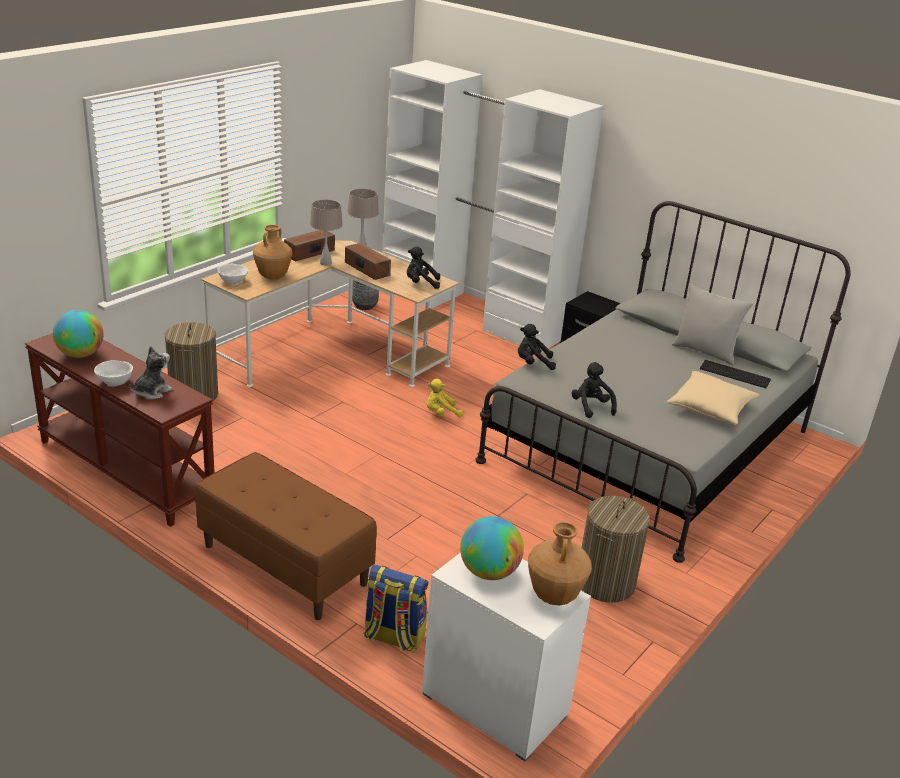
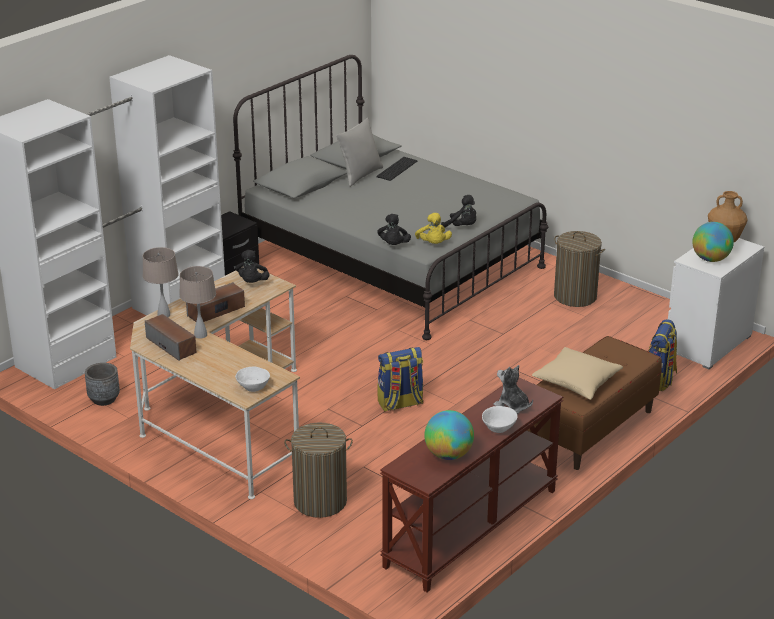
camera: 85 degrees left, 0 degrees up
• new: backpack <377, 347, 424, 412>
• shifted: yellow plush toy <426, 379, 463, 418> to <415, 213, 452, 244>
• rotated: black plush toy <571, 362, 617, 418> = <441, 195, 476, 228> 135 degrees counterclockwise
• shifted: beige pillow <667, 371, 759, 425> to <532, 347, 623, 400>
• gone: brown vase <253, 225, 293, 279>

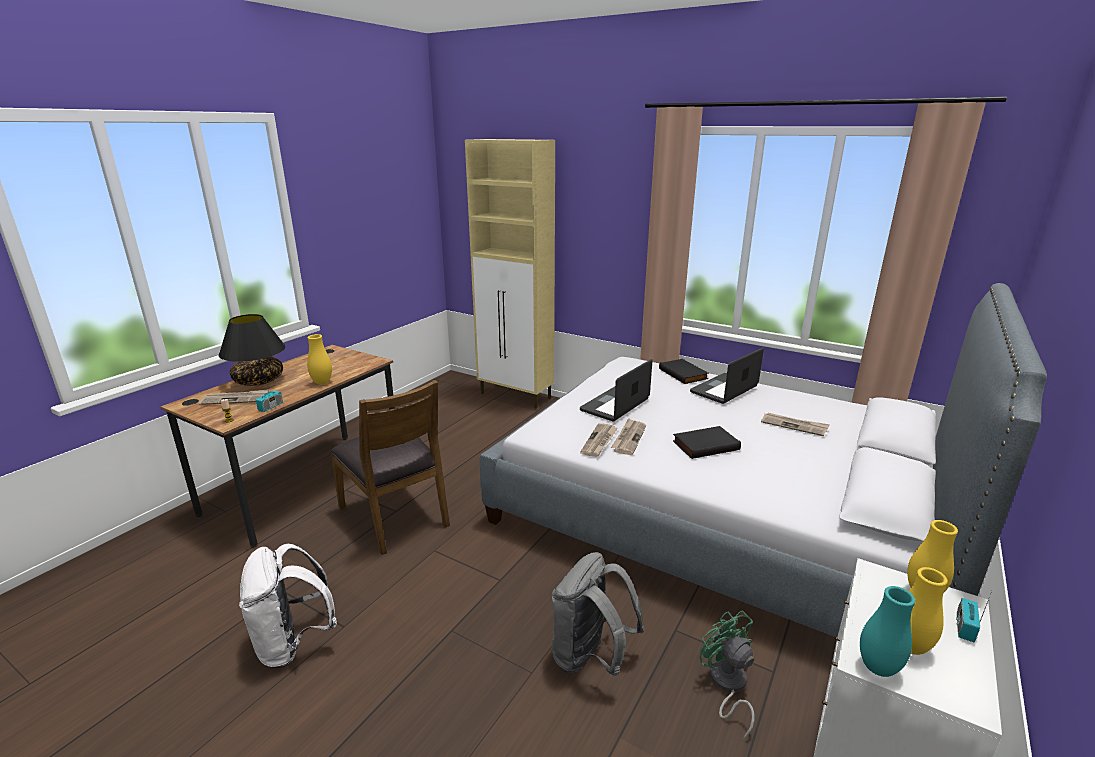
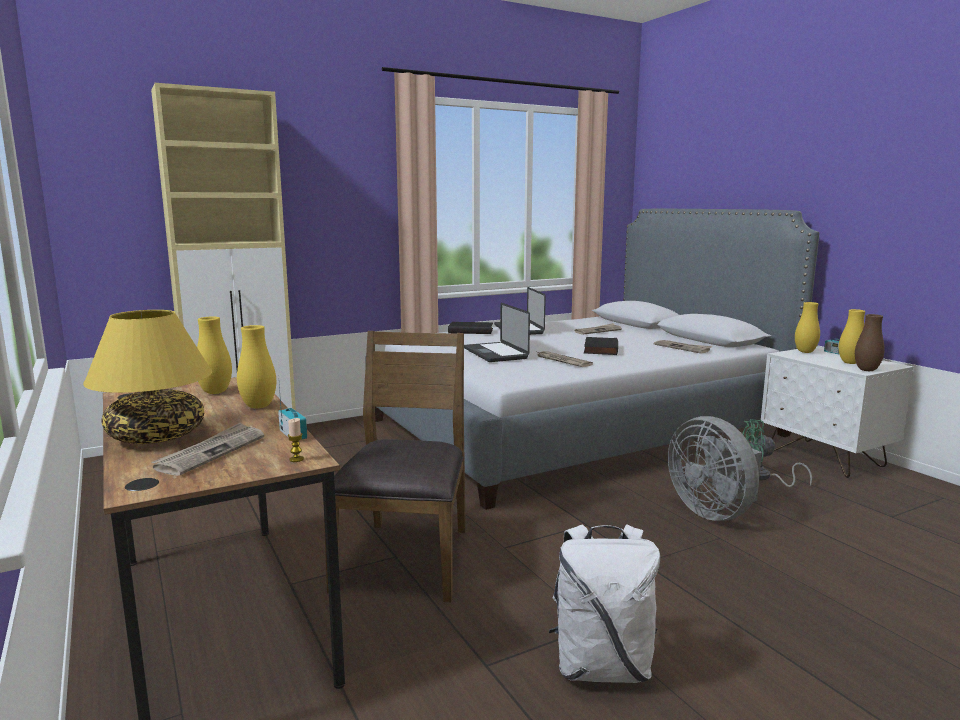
camera: 60 degrees left, 10 degrees down
• repainted: black table lamp <219, 314, 286, 386> to yellow table lamp <83, 310, 212, 444>
• new: yellow vase <197, 317, 232, 394>
• rotated: brown chair <330, 380, 450, 555> = <322, 331, 466, 602> 75 degrees counterclockwise
• shifted: newspaper <580, 423, 618, 457> to <653, 340, 713, 354>
• swapped: grey backpack <552, 552, 644, 676> to grey fan <668, 416, 762, 521>
• repainted: turquoise vase <860, 586, 915, 677> to brown vase <855, 314, 885, 371>

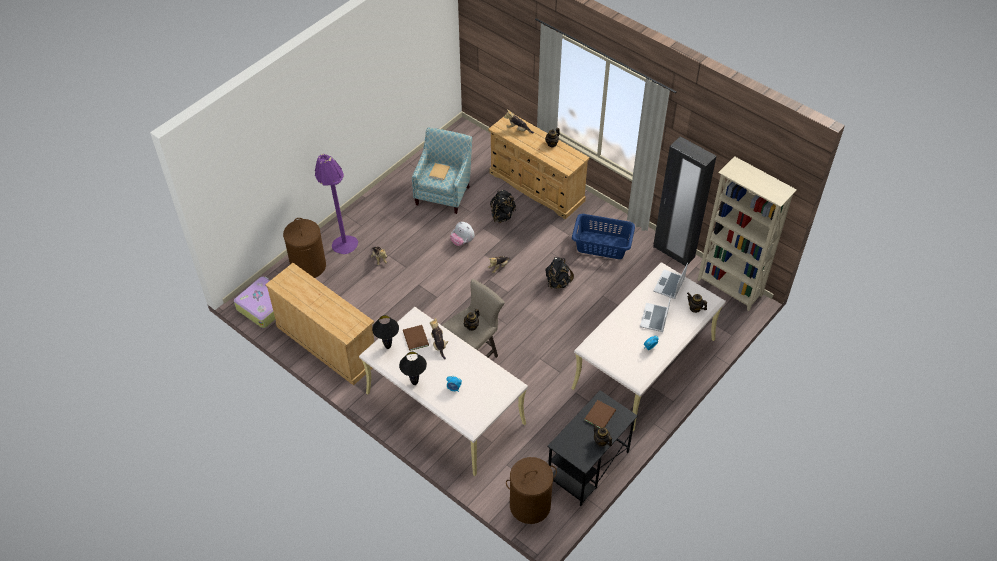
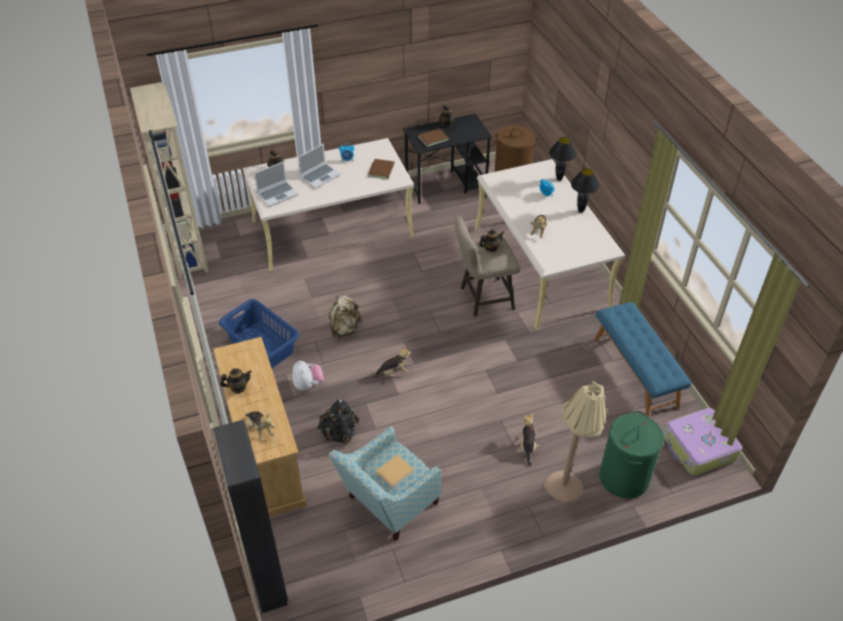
camera: 150 degrees left, 5 degrees down
• shifted: black wardrobe <653, 136, 717, 266> to <213, 420, 288, 613>
• shifted: plush toy <450, 222, 475, 246> to <292, 360, 324, 391>
• repainted: black backpack <545, 257, 574, 289> to beige backpack <328, 295, 361, 338>
• shifted: brown book <403, 325, 429, 351> to <368, 159, 395, 179>
• repainted: purple floor lamp <315, 154, 358, 254> to beige floor lamp <544, 381, 607, 502>
• shifted: black table lamp <372, 315, 399, 349> to <549, 137, 577, 181>
• swapped: beige dresser <265, 263, 374, 386> to blue bench <594, 302, 692, 417>
• repainted: brown laundry basket <283, 218, 326, 278> to green laundry basket <600, 411, 664, 498>

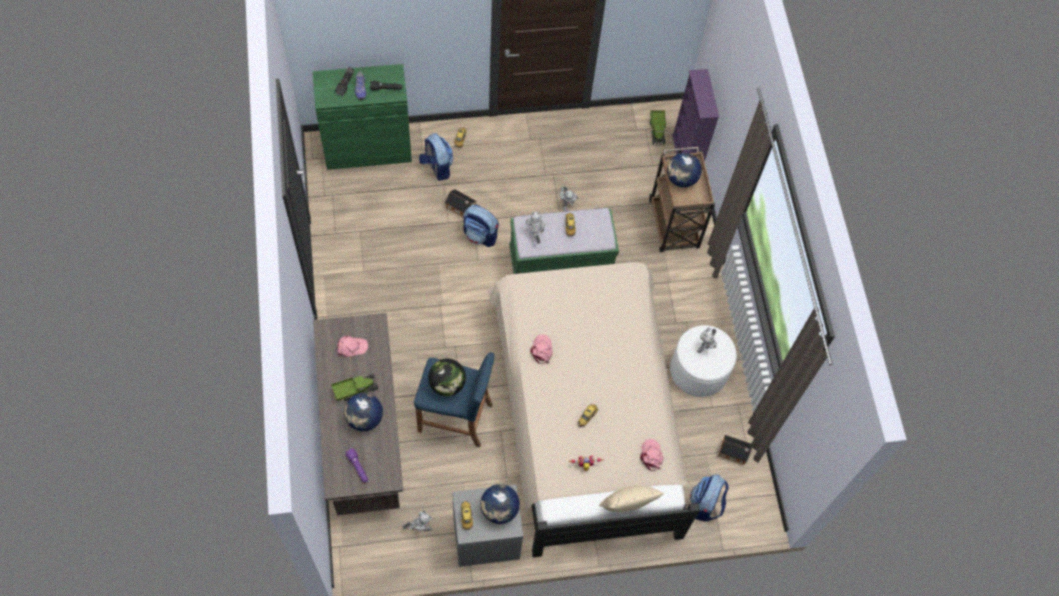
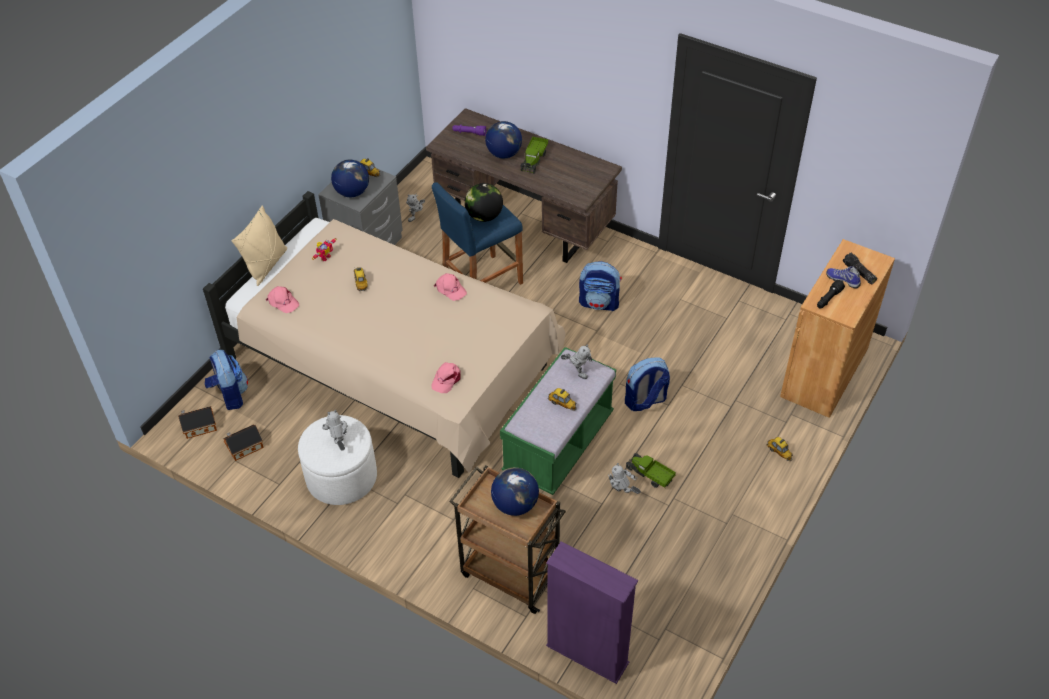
camera: 135 degrees right, 15 degrees down
• shifted: toy house <445, 189, 477, 217> to <178, 406, 217, 439>
• shifted: pink cap <336, 336, 368, 357> to <431, 362, 461, 393>
• shifted: backpack <419, 133, 454, 181> to <579, 261, 622, 311>
• shifted: toy truck <650, 110, 666, 145> to <625, 453, 676, 488>
• repainted: green cabinet <313, 64, 412, 170> to brown cabinet <780, 239, 895, 418>

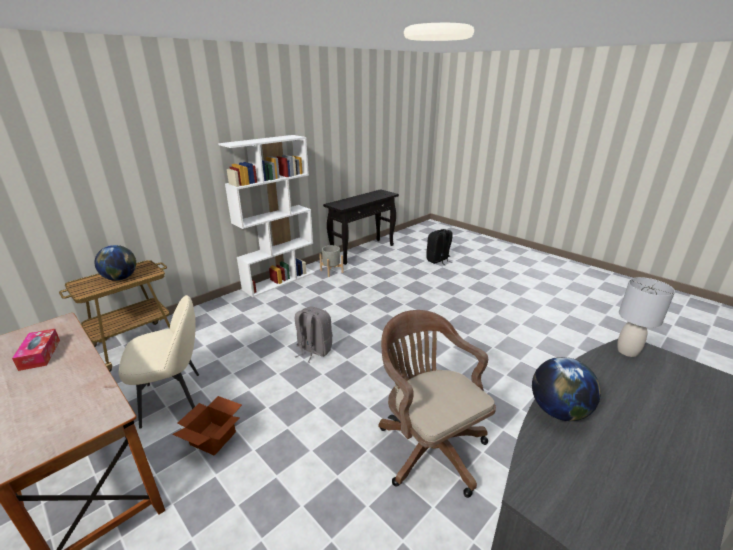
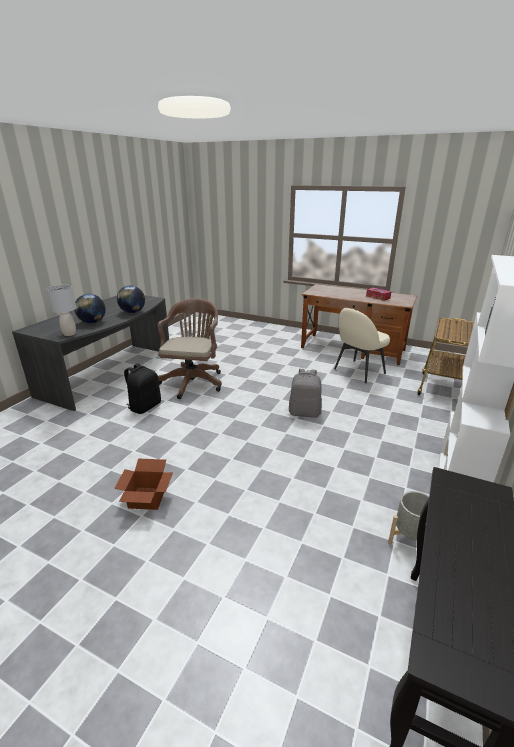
camera: 160 degrees right, 0 degrees up
• shifted: globe <95, 245, 136, 281> to <74, 294, 106, 323>
• shifted: cardboard box <172, 396, 242, 456> to <114, 458, 173, 510>
• shifted: black backpack <426, 229, 453, 265> to <124, 364, 161, 414>
• rotated: brown office chair <379, 310, 496, 498> = <158, 298, 222, 399> 120 degrees counterclockwise

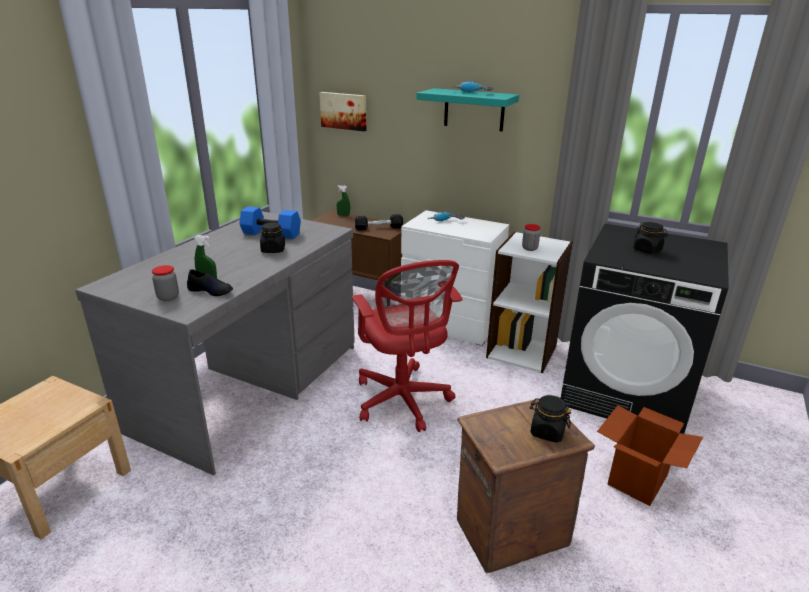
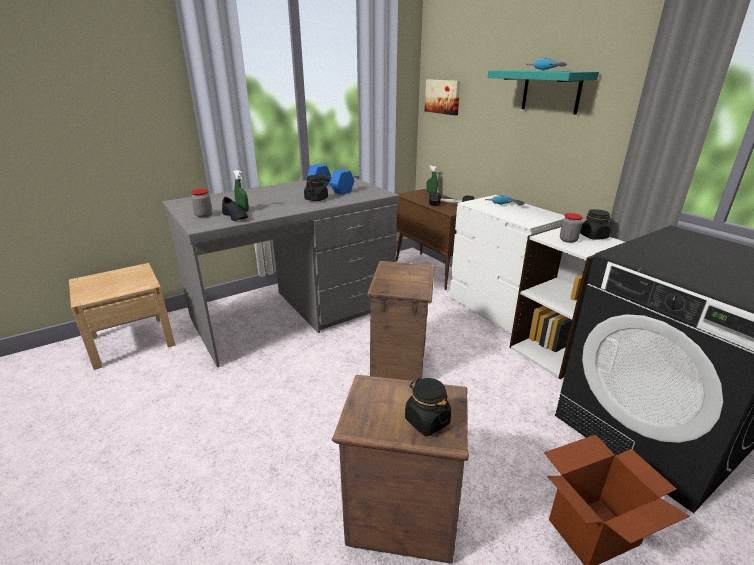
camera: 30 degrees right, 0 degrees up
• swapped: red office chair <352, 260, 463, 432> to crate <367, 261, 435, 381>
• shifted: black jar <633, 222, 668, 254> to <580, 209, 611, 240>

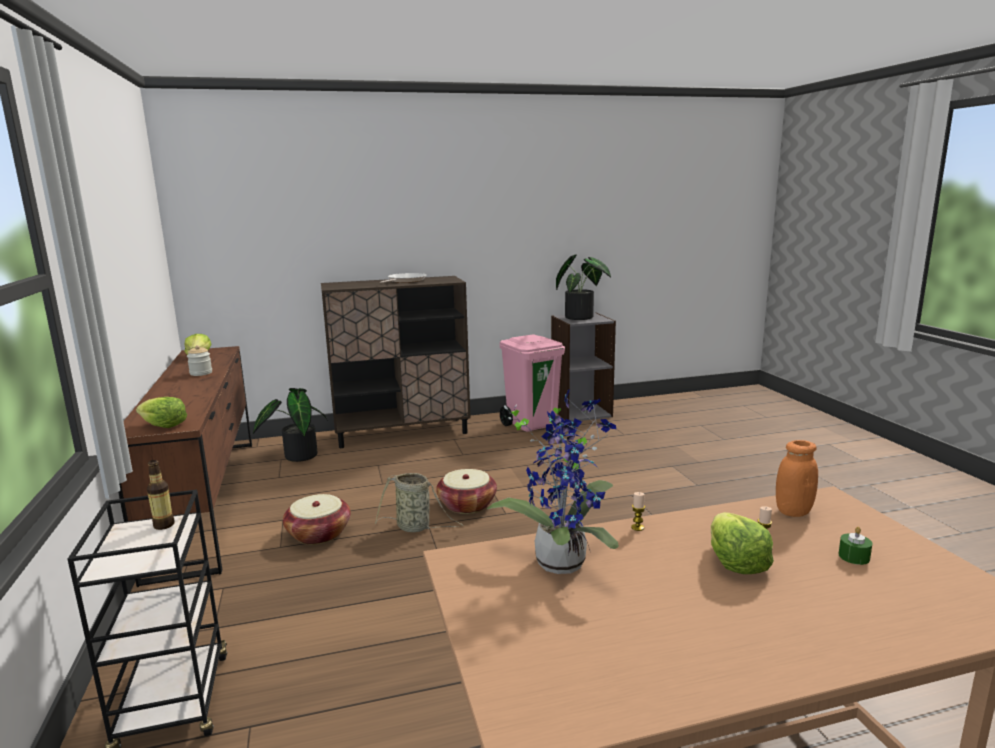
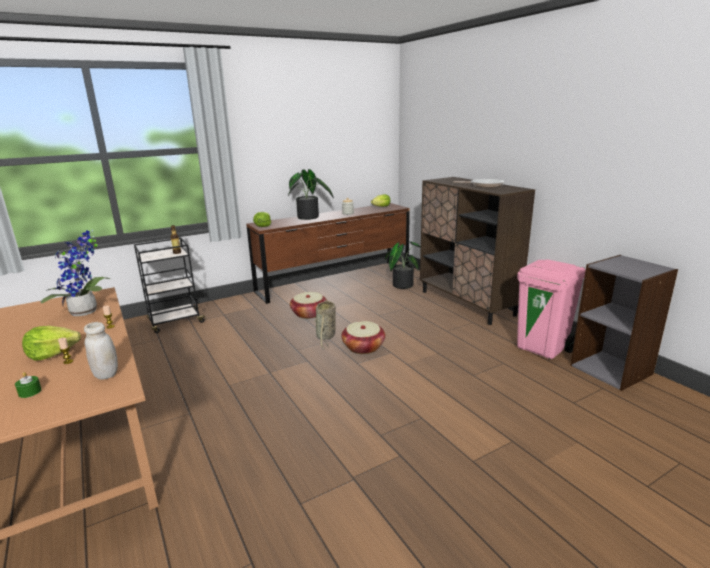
camera: 75 degrees right, 5 degrees up
• repainted: orange jar <776, 440, 818, 517> to white jar <84, 322, 118, 379>
• shifted: potted plant <556, 254, 611, 320> to <288, 169, 334, 220>

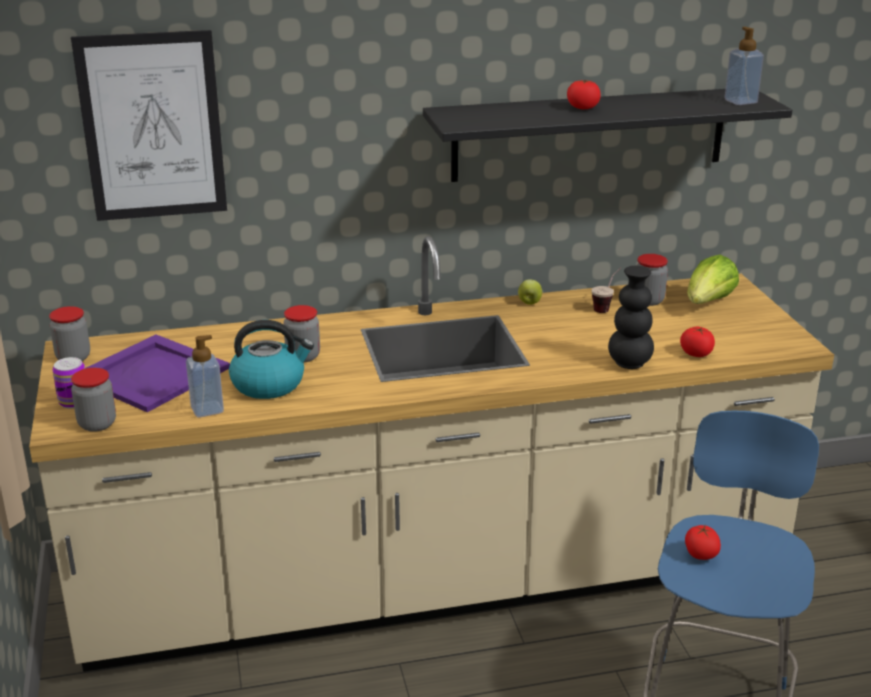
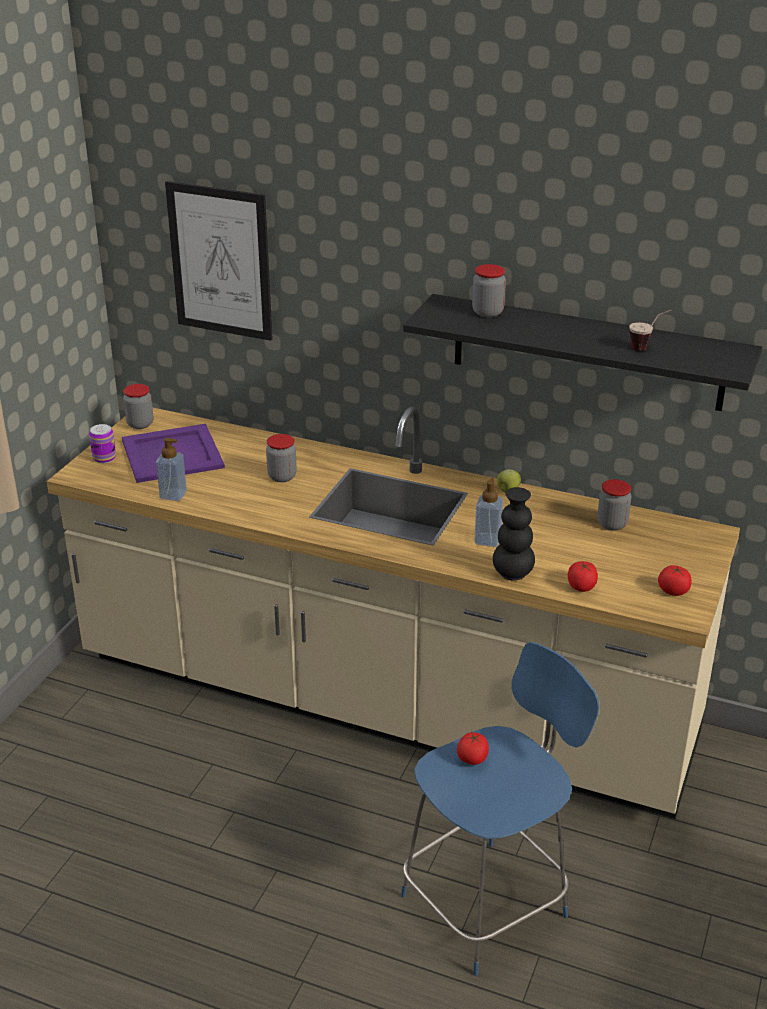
camera: 35 degrees right, 5 degrees up
• shifted: jar <71, 368, 116, 432> to <472, 264, 506, 317>
• shifted: soap dispenser <724, 27, 764, 105> to <474, 478, 503, 547>
• shifted: cup <591, 268, 621, 313> to <629, 309, 672, 351>
• shifted: tomato <567, 80, 601, 109> to <658, 565, 692, 596>
• gone: kettle <229, 320, 314, 399>
• gone: lettuce <687, 255, 739, 304>

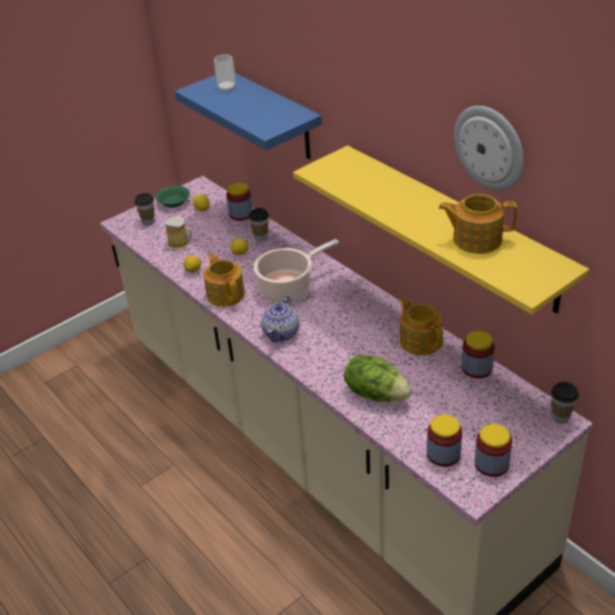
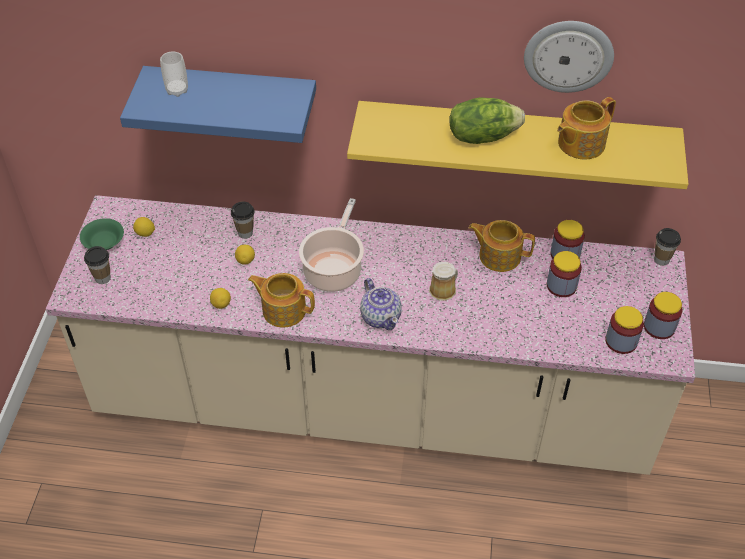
camera: 45 degrees left, 10 degrees up
• shifted: mug <165, 217, 192, 250> to <429, 262, 458, 301>
• shifted: lettuce <344, 355, 412, 402> to <449, 97, 525, 144>
• shifted: jar <226, 183, 253, 221> to <547, 251, 582, 297>

